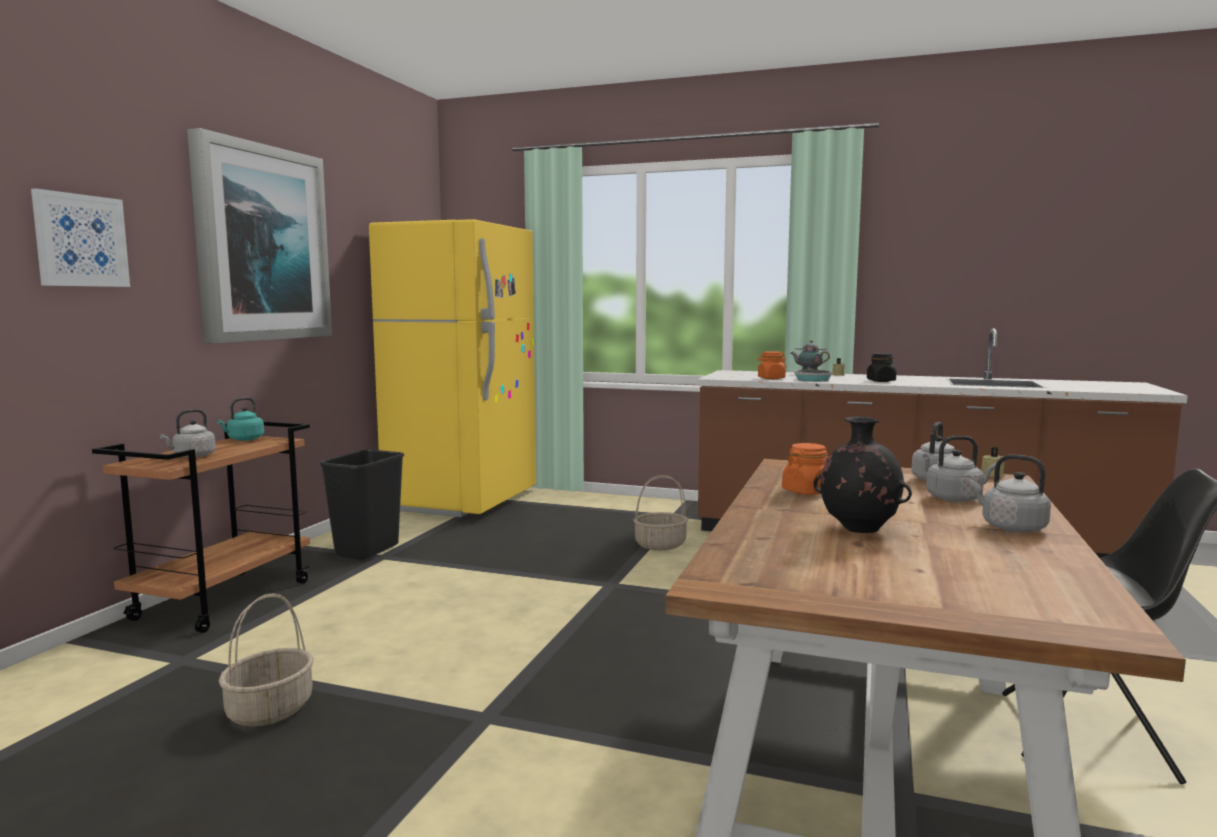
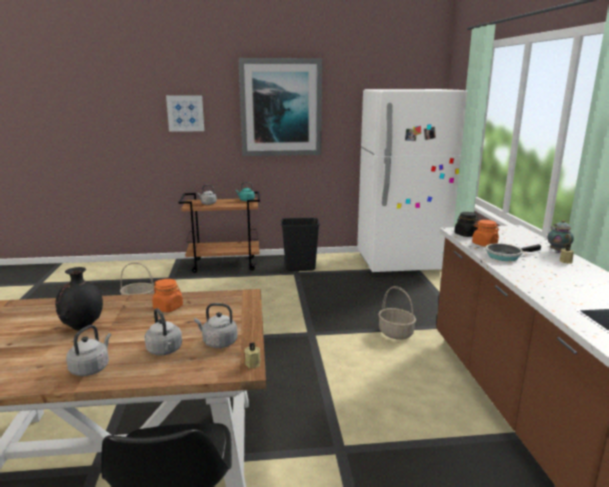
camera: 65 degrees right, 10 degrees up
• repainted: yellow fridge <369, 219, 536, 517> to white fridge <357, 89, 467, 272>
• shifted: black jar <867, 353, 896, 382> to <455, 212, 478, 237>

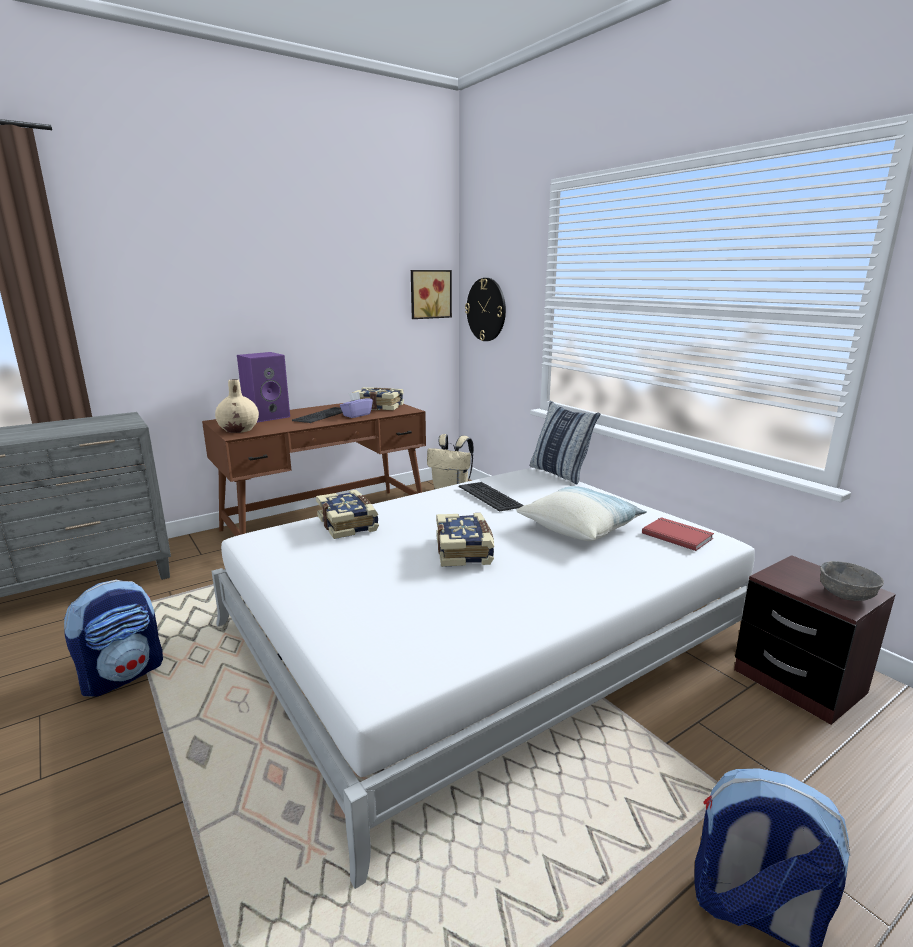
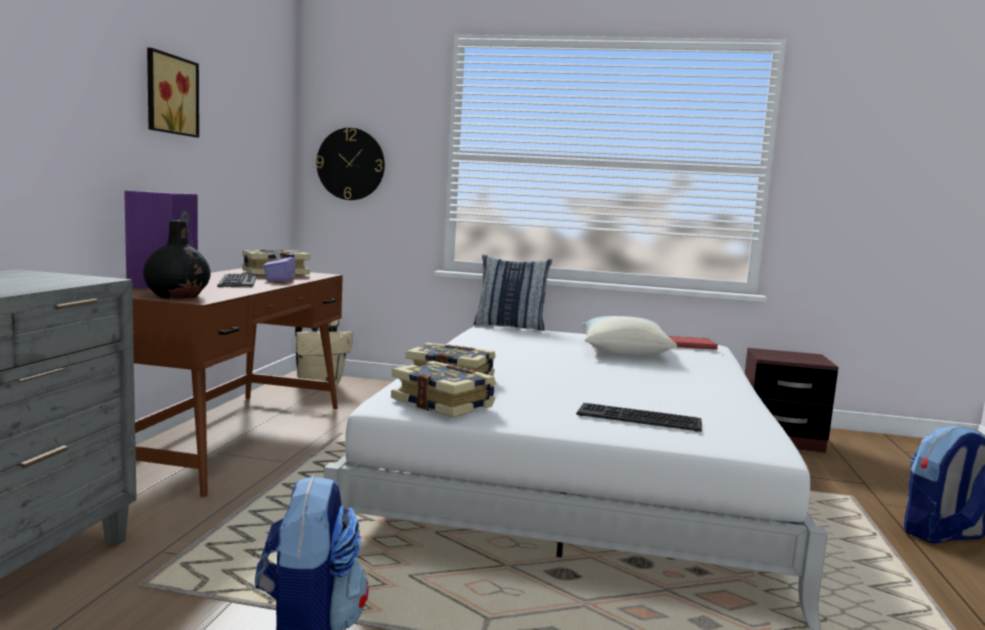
camera: 45 degrees left, 10 degrees down
• repainted: beige vase <215, 379, 259, 433> to black vase <143, 220, 211, 299>
• shifted: picture <411, 270, 452, 319> to <147, 48, 199, 138>
• shifted: book <436, 513, 494, 567> to <391, 361, 496, 418>
• shifted: keyboard <459, 482, 524, 512> to <576, 403, 702, 432>
• gone: grey bowl <820, 561, 884, 601>

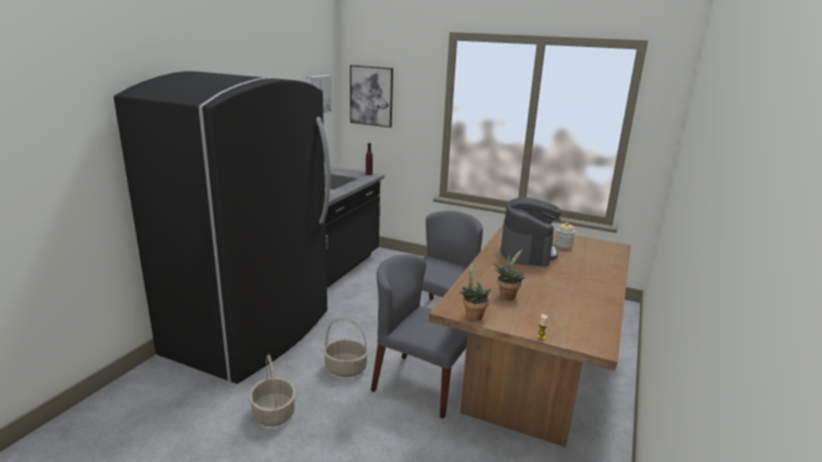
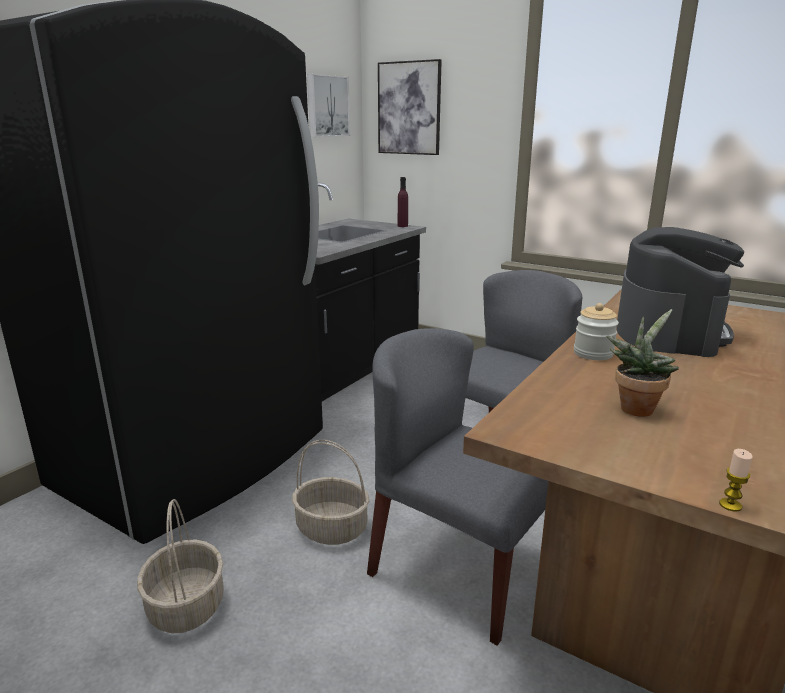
camera: 10 degrees right, 0 degrees up
• shifted: jar <555, 222, 576, 249> to <574, 303, 619, 360>
• gone: potted plant <458, 262, 491, 321>

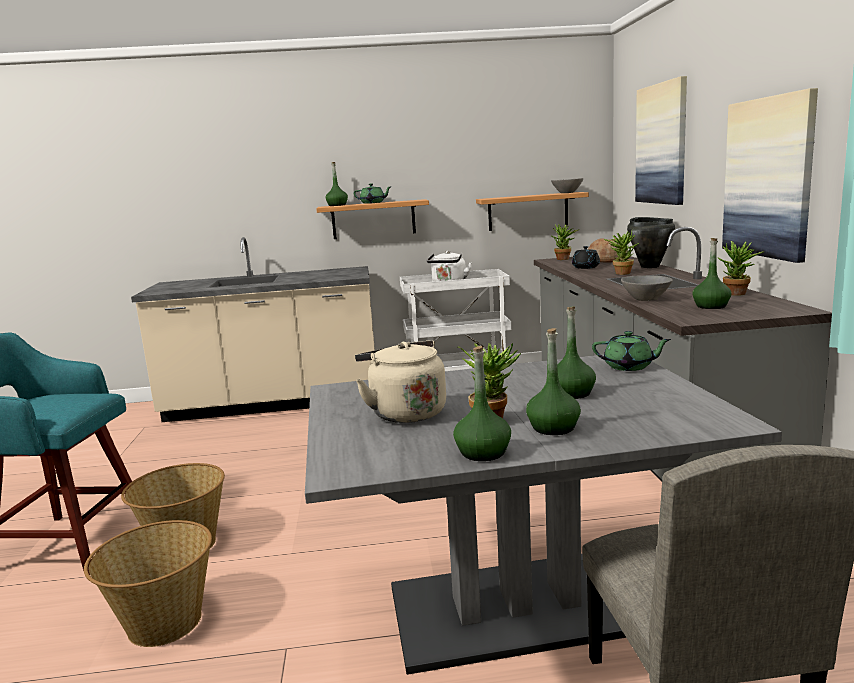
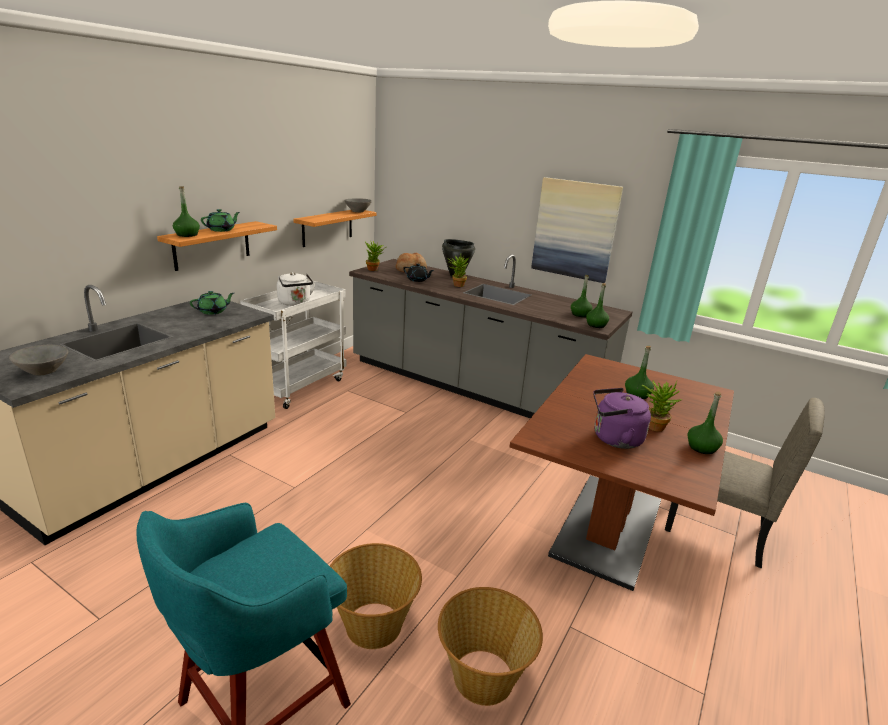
camera: 55 degrees left, 10 degrees up
• shifted: grey bowl <621, 275, 673, 301> to <9, 345, 68, 375>
• shifted: green teapot <592, 331, 671, 371> to <190, 291, 234, 315>
• repainted: grey dining table <305, 354, 782, 675> to brown dining table <509, 354, 734, 591>
• shifted: green bottle <526, 328, 581, 435> to <586, 283, 609, 328>
• repainted: beige kettle <355, 340, 446, 423> to purple kettle <593, 388, 651, 449>
• gone: picture <635, 76, 687, 205>
• gone: potted plant <717, 241, 764, 296>

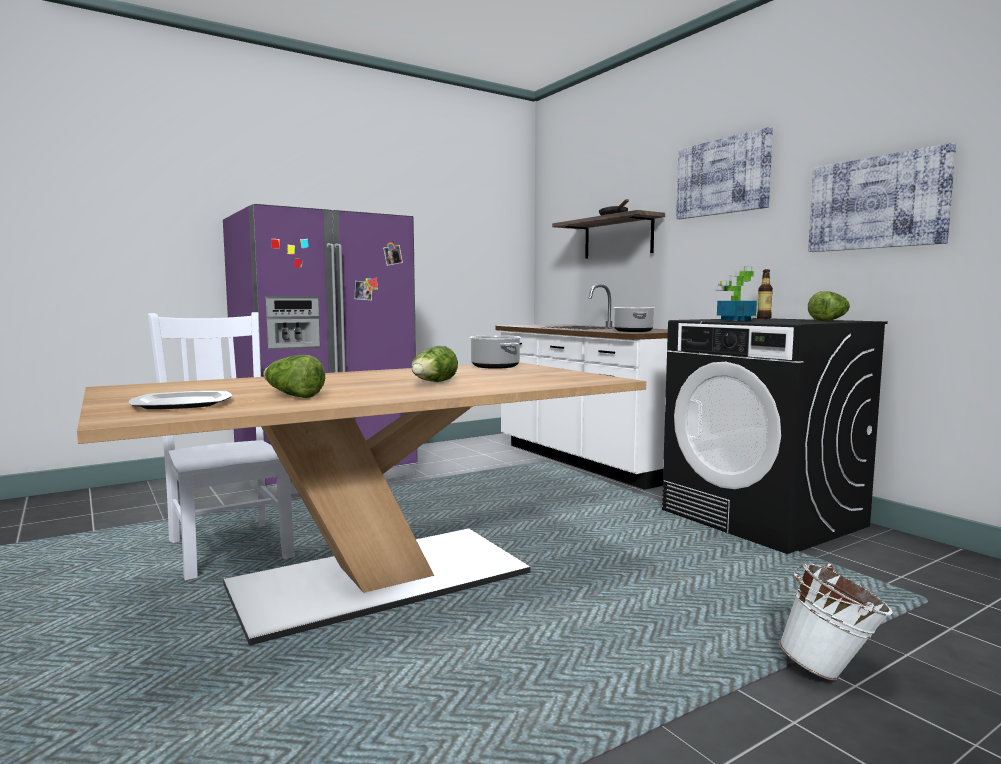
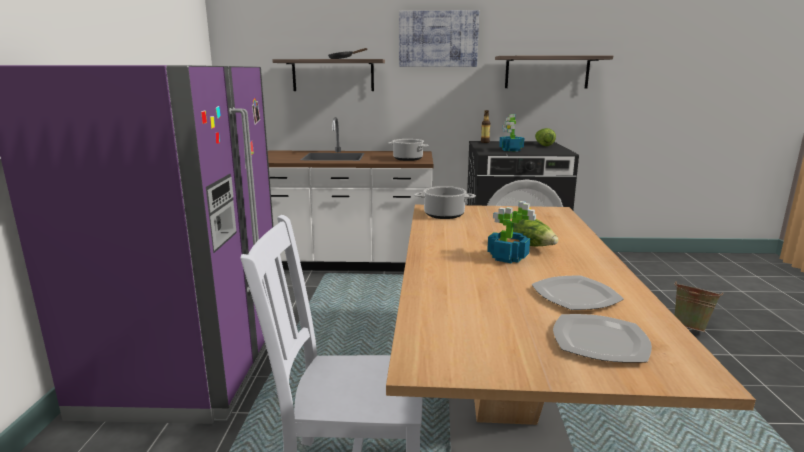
camera: 55 degrees left, 10 degrees up
• new: potted plant <487, 201, 536, 263>
• swapped: picture <808, 143, 956, 252> to shelf <495, 56, 613, 88>
• swapped: lettuce <263, 355, 325, 398> to plate <532, 275, 624, 310>
• repainted: white bucket <779, 563, 893, 681> to green bucket <674, 282, 724, 332>

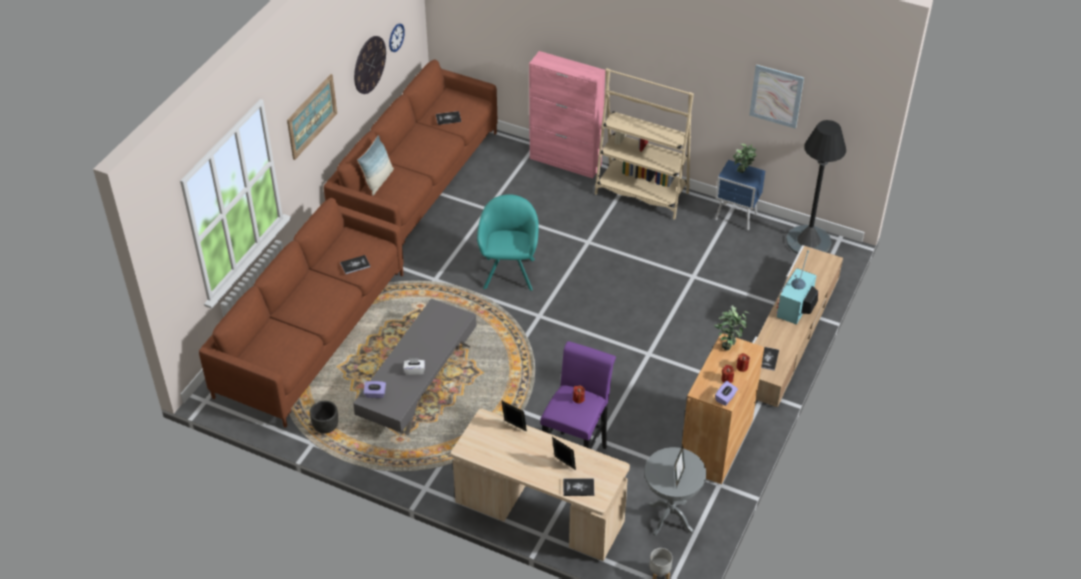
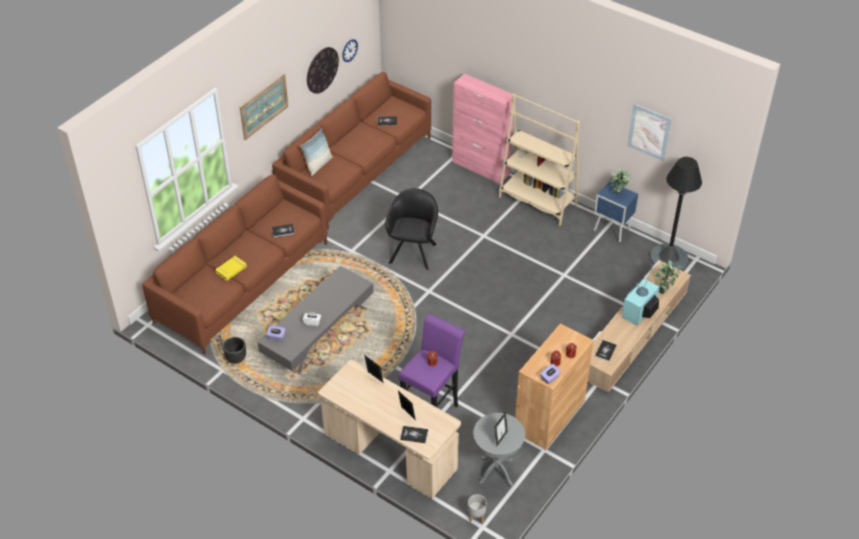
camera: 10 degrees right, 0 degrees up
• new: yellow book <215, 256, 247, 281>
• repainted: turquoise armchair <477, 194, 539, 291> to black armchair <385, 188, 438, 270>
• shifted: potted plant <714, 305, 750, 350> to <654, 260, 681, 294>

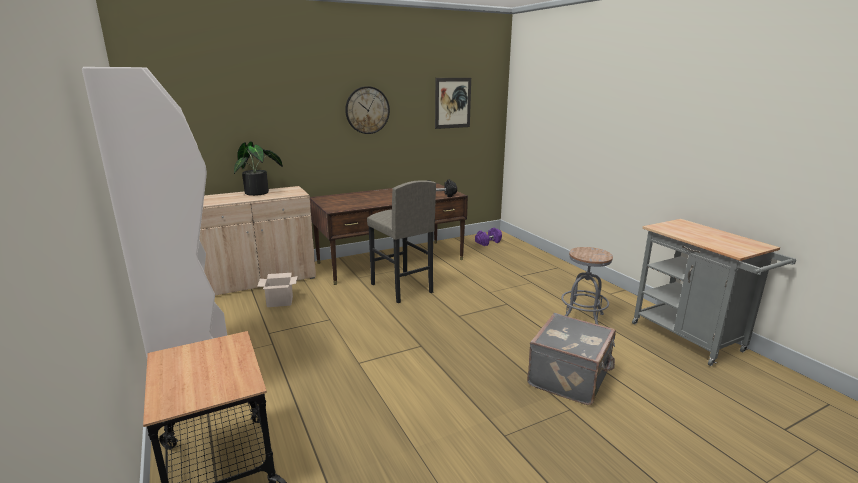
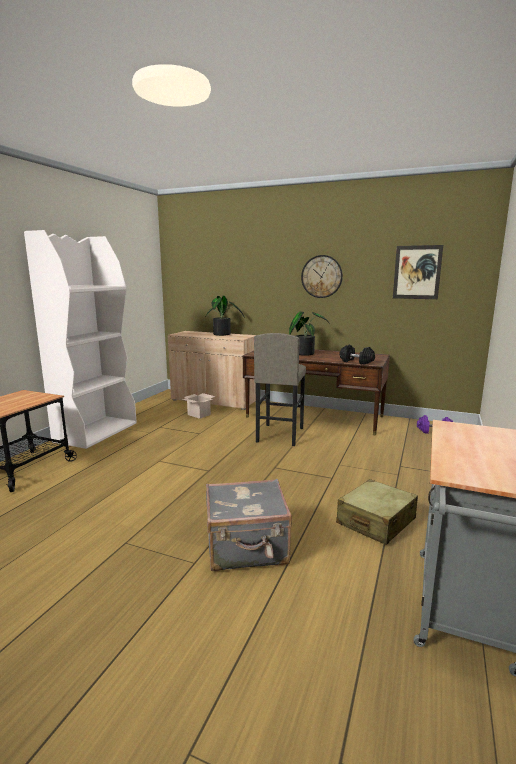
camera: 50 degrees right, 5 degrees down
• new: potted plant <289, 311, 330, 356>
• swapped: grey stool <561, 247, 613, 325> to beige suitcase <336, 479, 418, 545>

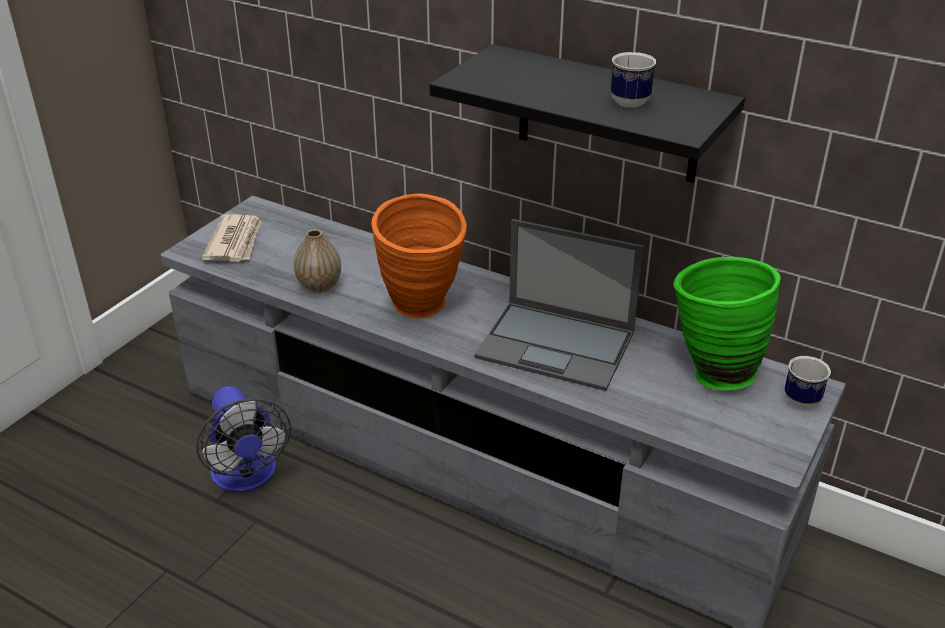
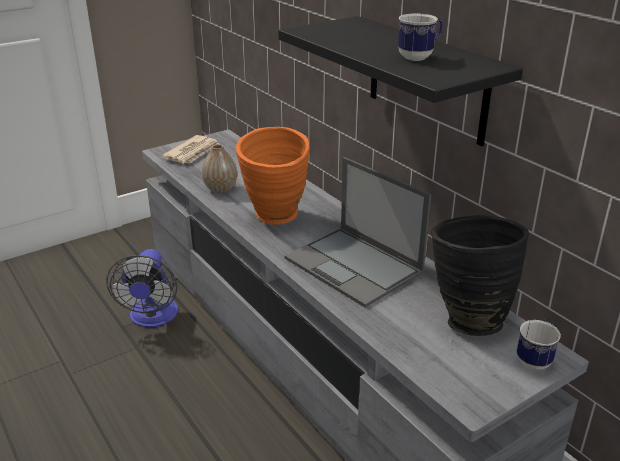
camera: 25 degrees right, 5 degrees down
• repainted: green vase <673, 257, 781, 390> to black vase <431, 215, 529, 336>

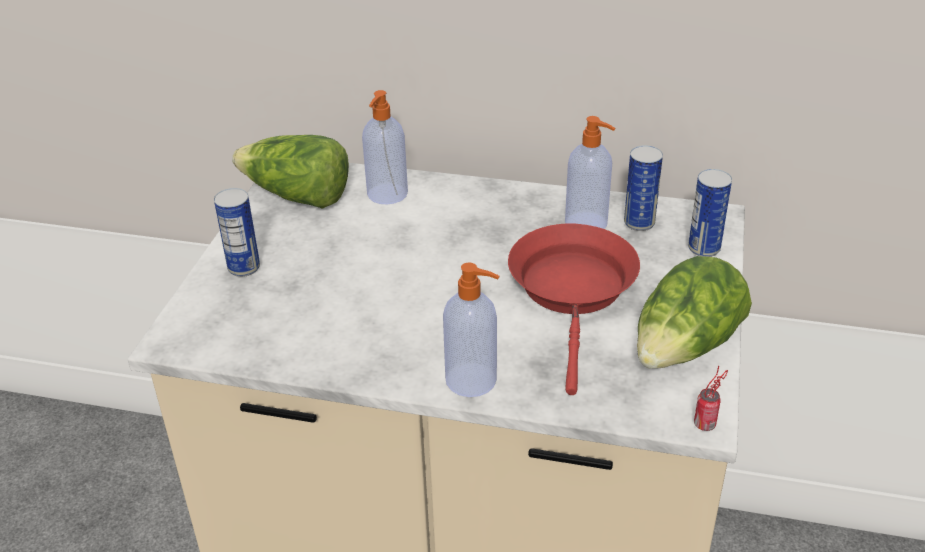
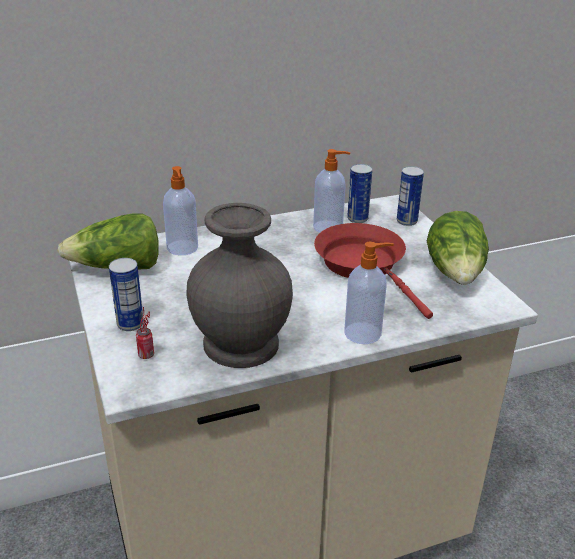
camera: 35 degrees left, 5 degrees down
• shifted: can <694, 365, 728, 431> to <136, 307, 154, 359>
• new: grey vase <187, 203, 293, 368>

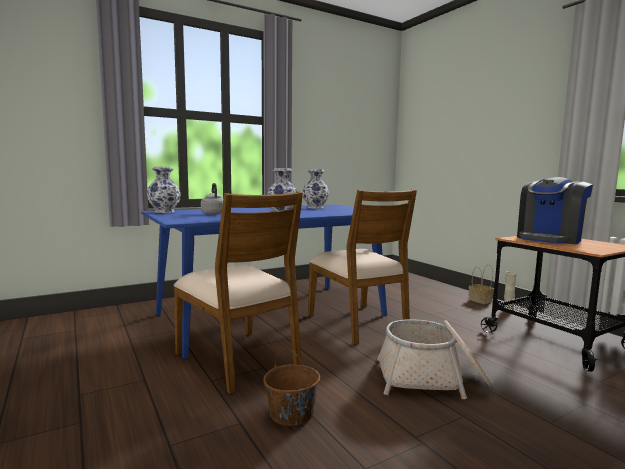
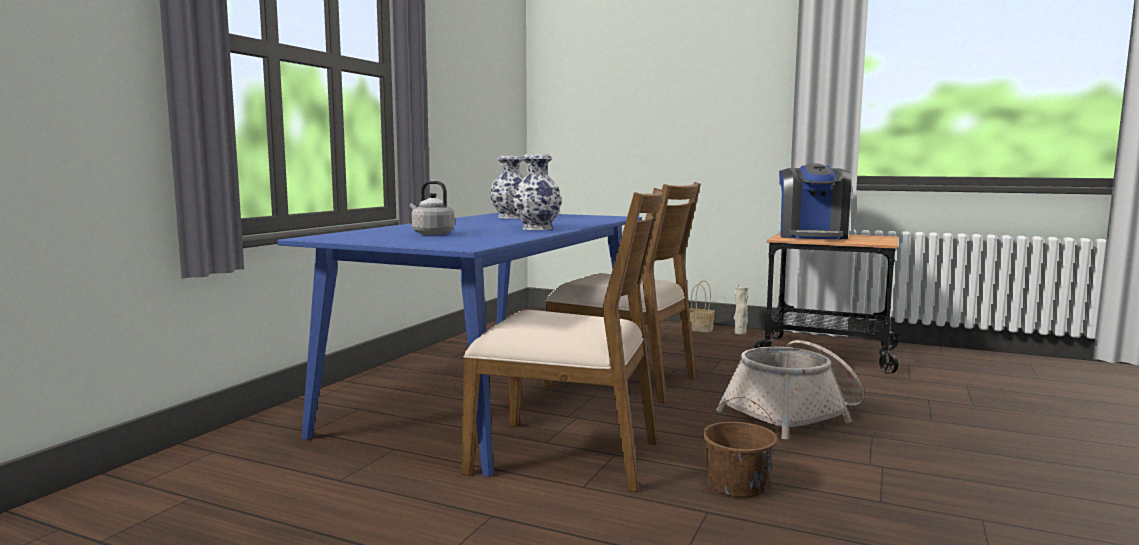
camera: 35 degrees left, 0 degrees up
• gone: vase <147, 167, 181, 213>

